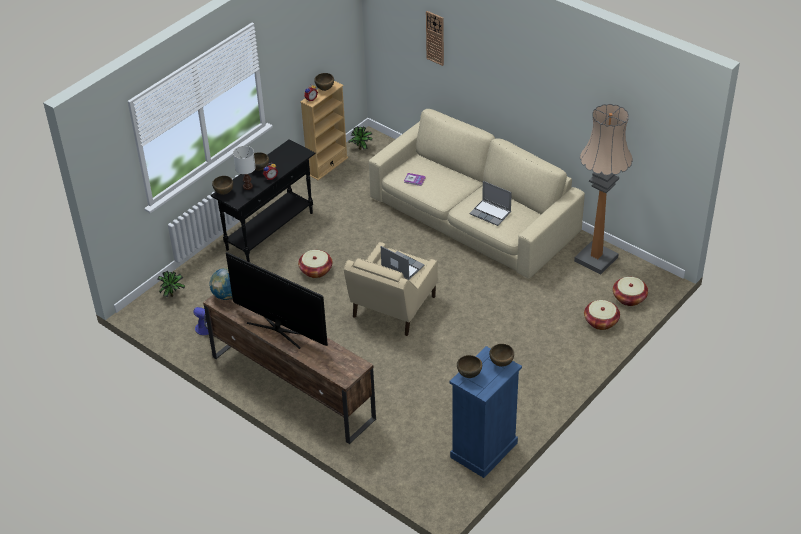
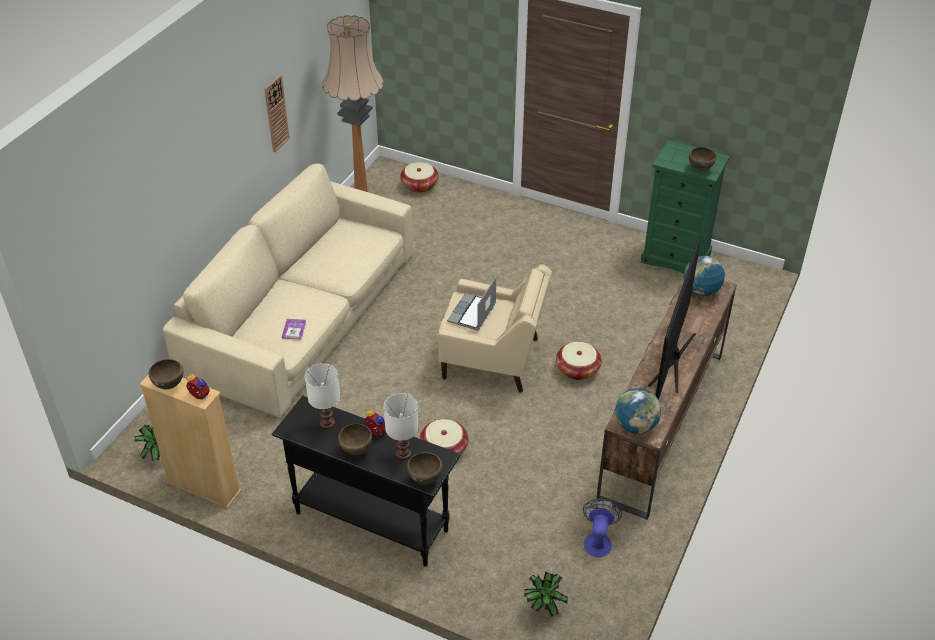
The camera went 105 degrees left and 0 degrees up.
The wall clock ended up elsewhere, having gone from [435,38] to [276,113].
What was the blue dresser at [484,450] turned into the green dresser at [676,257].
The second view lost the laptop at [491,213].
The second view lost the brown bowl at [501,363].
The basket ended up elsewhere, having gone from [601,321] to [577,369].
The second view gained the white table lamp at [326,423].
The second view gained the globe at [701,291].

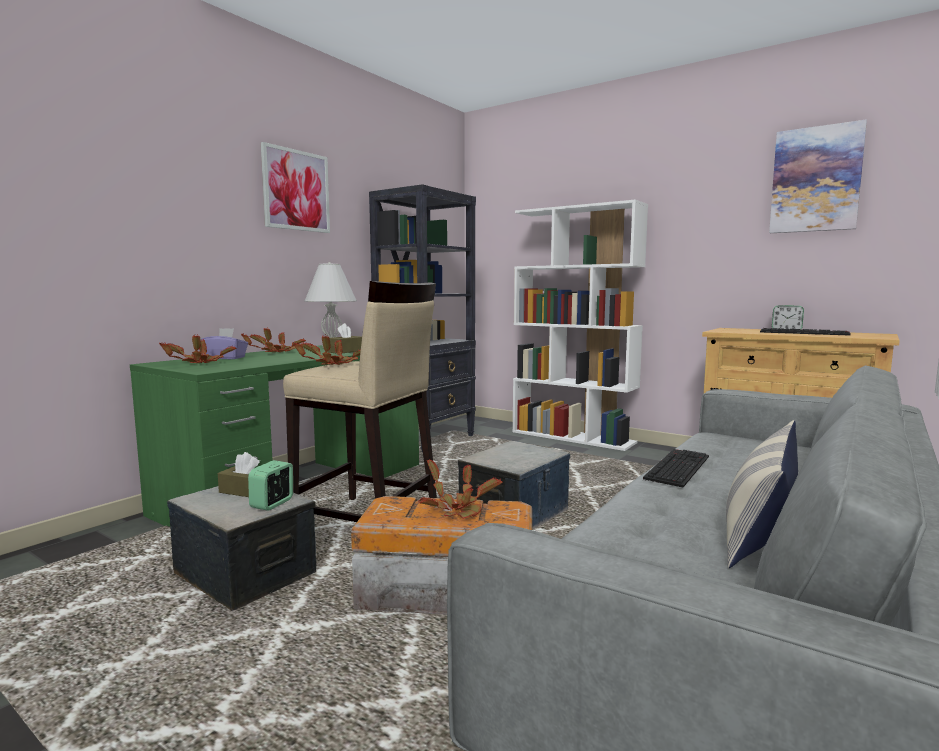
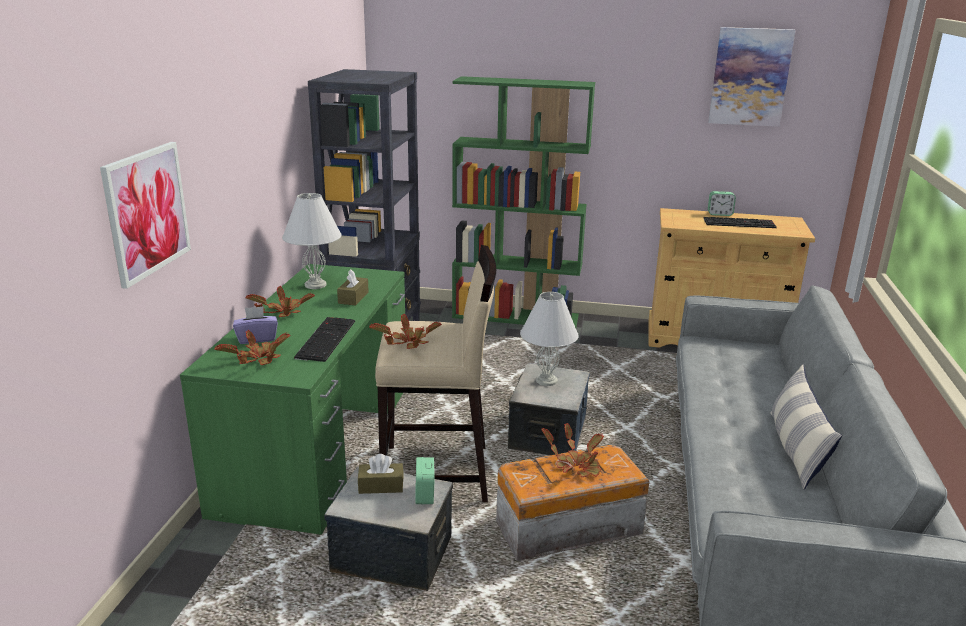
The camera went 25 degrees left and 15 degrees up.
The picture ended up elsewhere, having gone from [296,190] to [147,212].
What was the white bookcase at [573,437] turned into the green bookcase at [516,316].
The keyboard ended up elsewhere, having gone from [676,467] to [325,338].
The second view gained the white table lamp at [547,380].

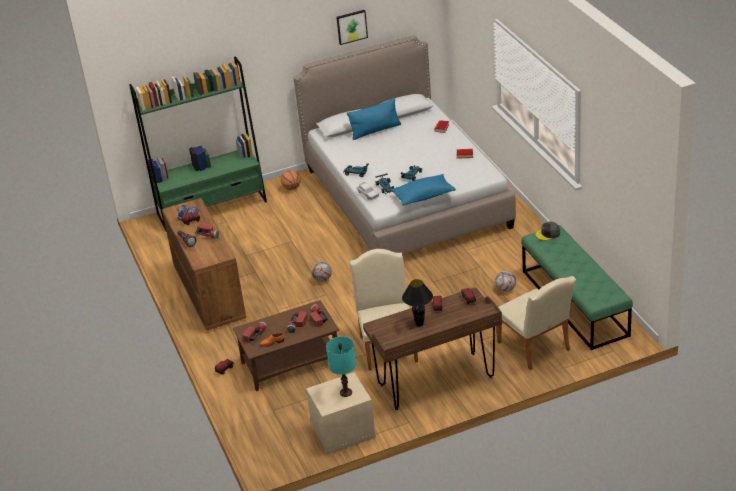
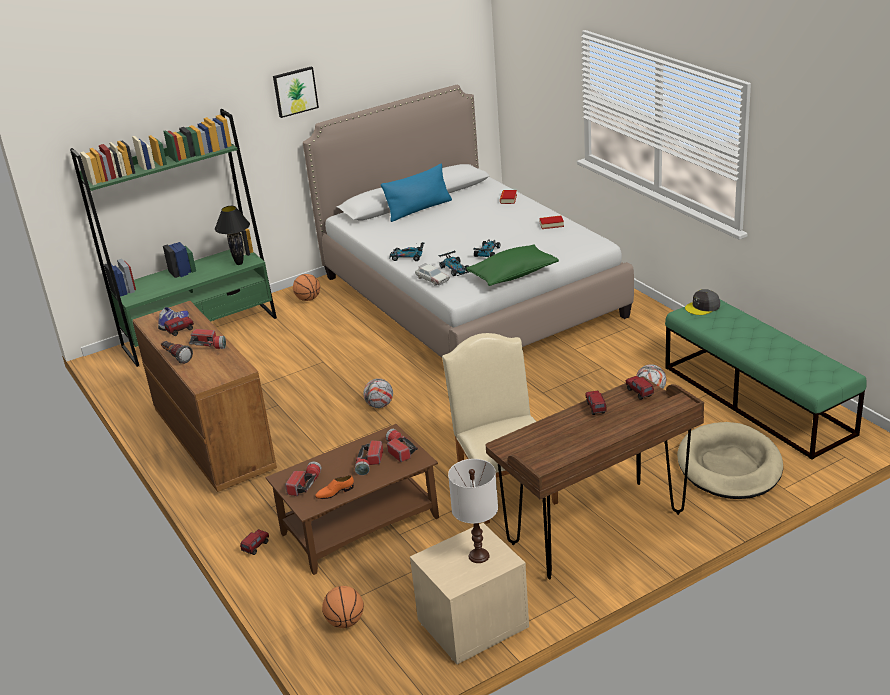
The camera went 10 degrees left and 5 degrees down.
What was the turquoise table lamp at [346,392] turned into the white table lamp at [479,556].
The picture ended up elsewhere, having gone from [351,26] to [295,91].
What was the blue pillow at [423,196] turned into the green pillow at [513,275].
The black table lamp ended up elsewhere, having gone from [420,324] to [239,263].
Where the beige chair stood at [536,348], the beige dog bed came to stand at [729,466].
The second view gained the basketball at [345,622].

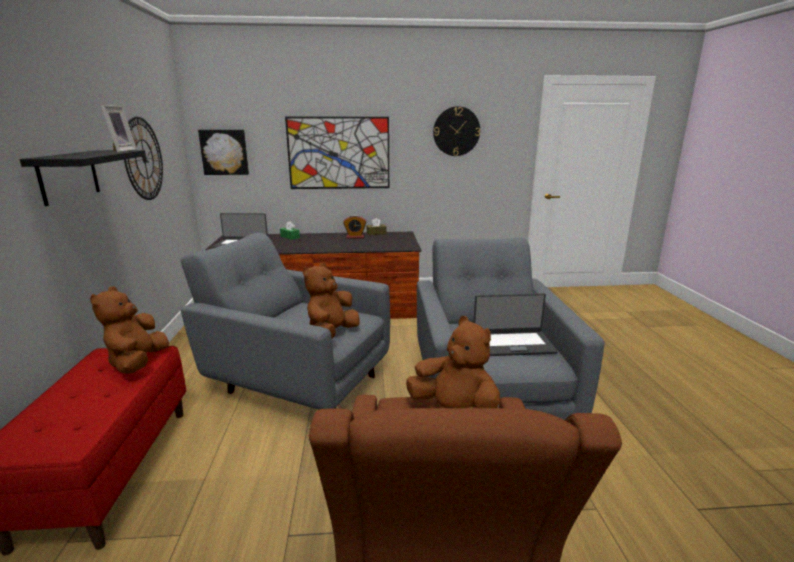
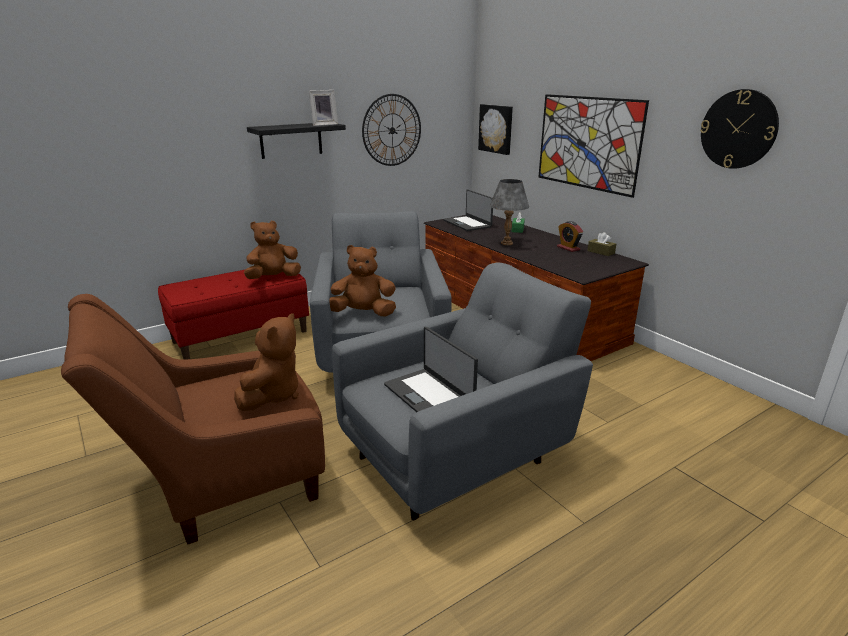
The camera went 60 degrees right and 5 degrees up.
The second view gained the grey table lamp at [507,243].

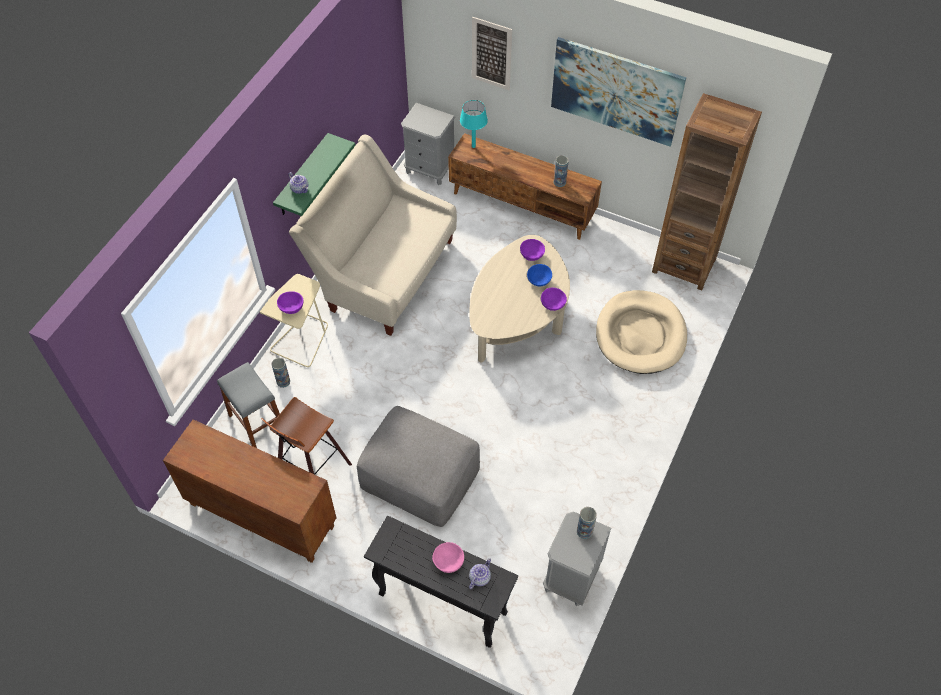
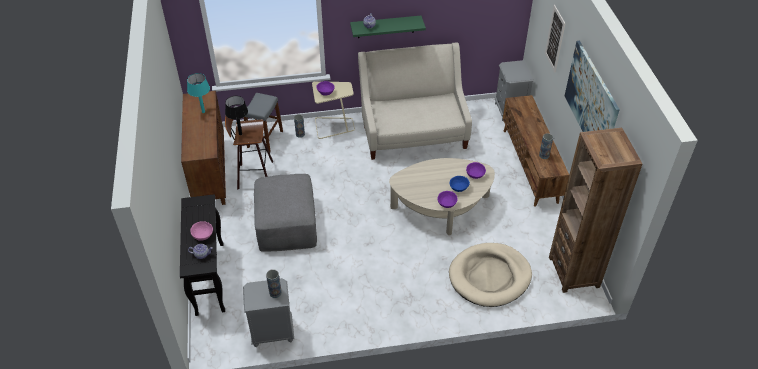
The camera went 55 degrees right and 10 degrees down.
The turquoise table lamp ended up elsewhere, having gone from [473,146] to [203,112].
The second view gained the black table lamp at [240,134].

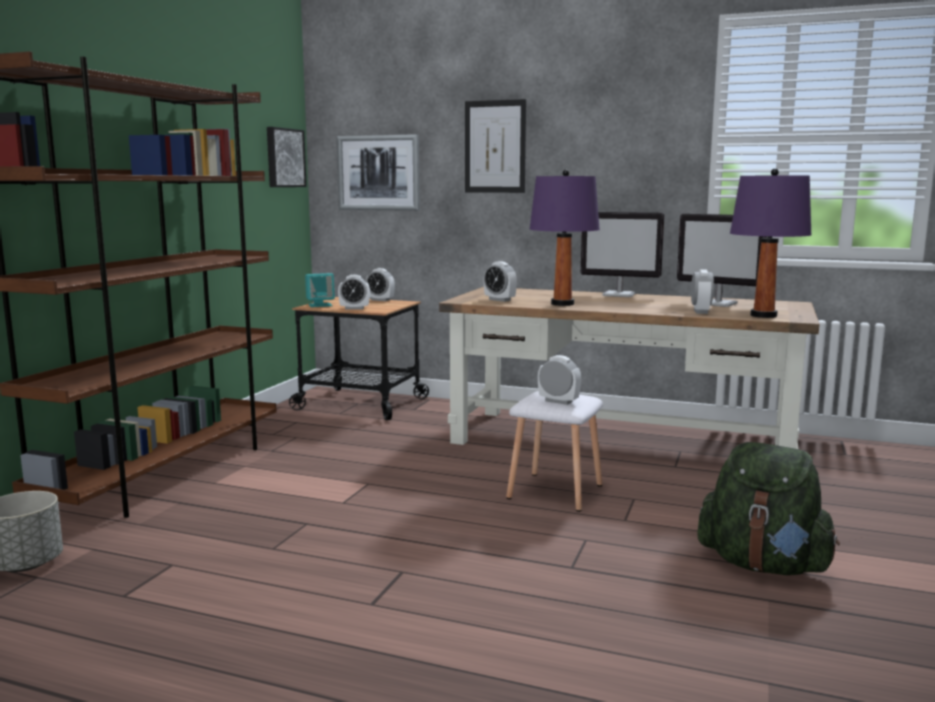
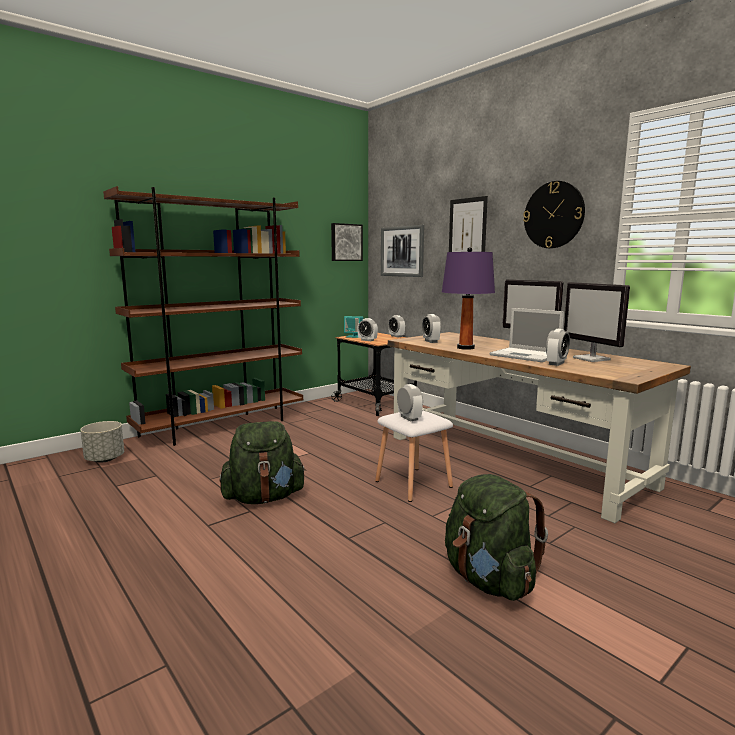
The camera went 30 degrees right and 0 degrees up.
The second view lost the purple table lamp at [763,315].
The second view gained the green backpack at [264,498].
The second view gained the laptop at [526,355].
The second view gained the wall clock at [553,215].

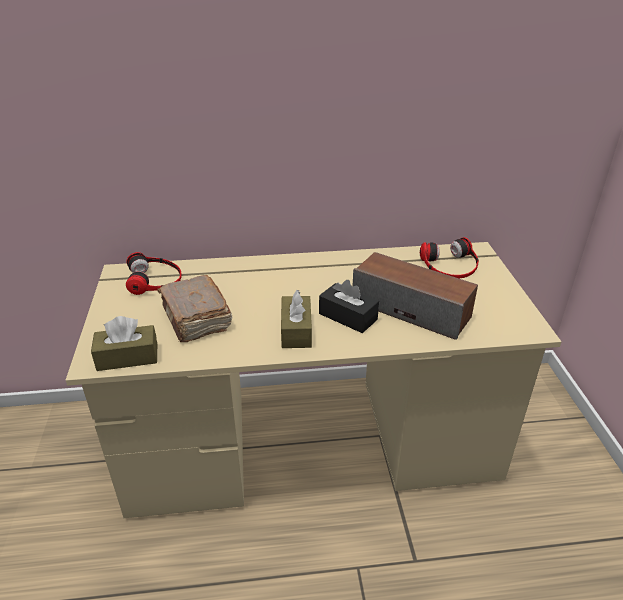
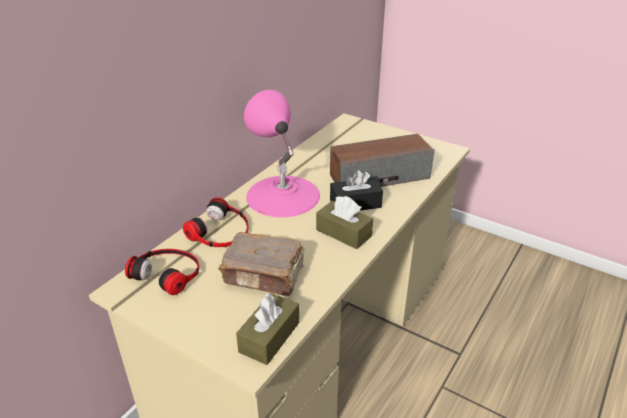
The camera went 50 degrees left and 0 degrees up.
The headphones ended up elsewhere, having gone from [450,265] to [220,231].
The second view gained the pink table lamp at [282,195].

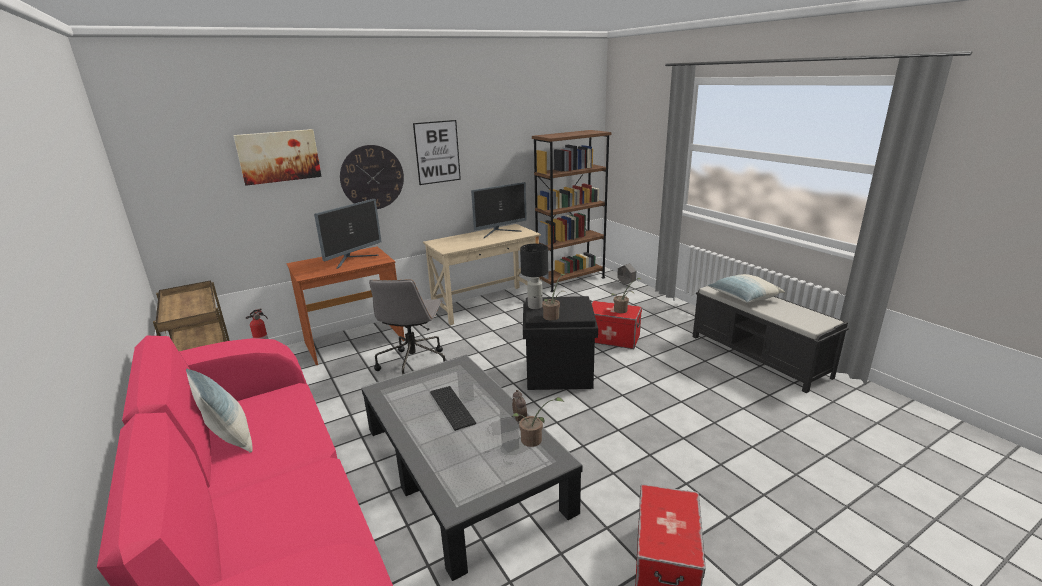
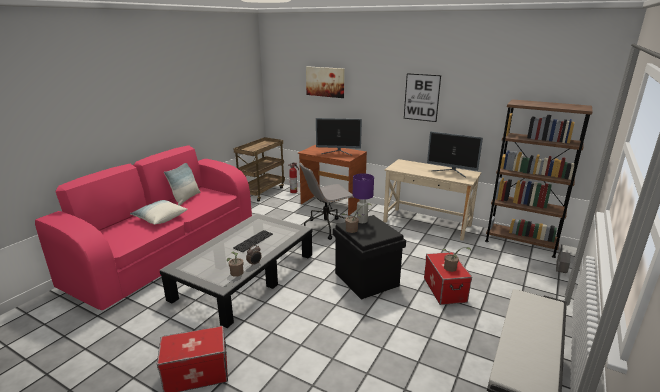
The camera went 60 degrees right and 0 degrees up.
The second view lost the wall clock at [372,177].
What was the black table lamp at [535,306] turned into the purple table lamp at [362,221].
The pillow ended up elsewhere, having gone from [743,297] to [160,218].

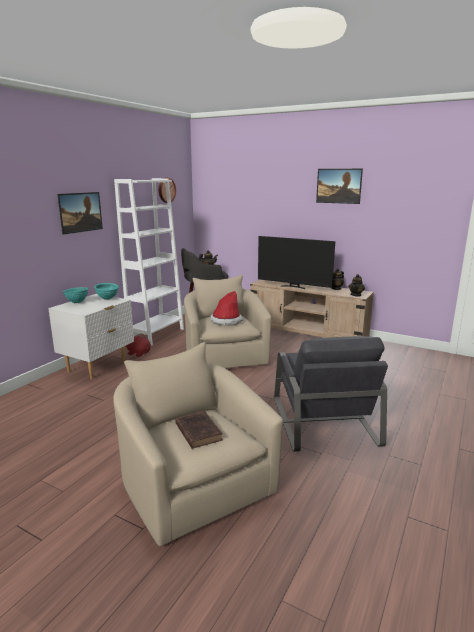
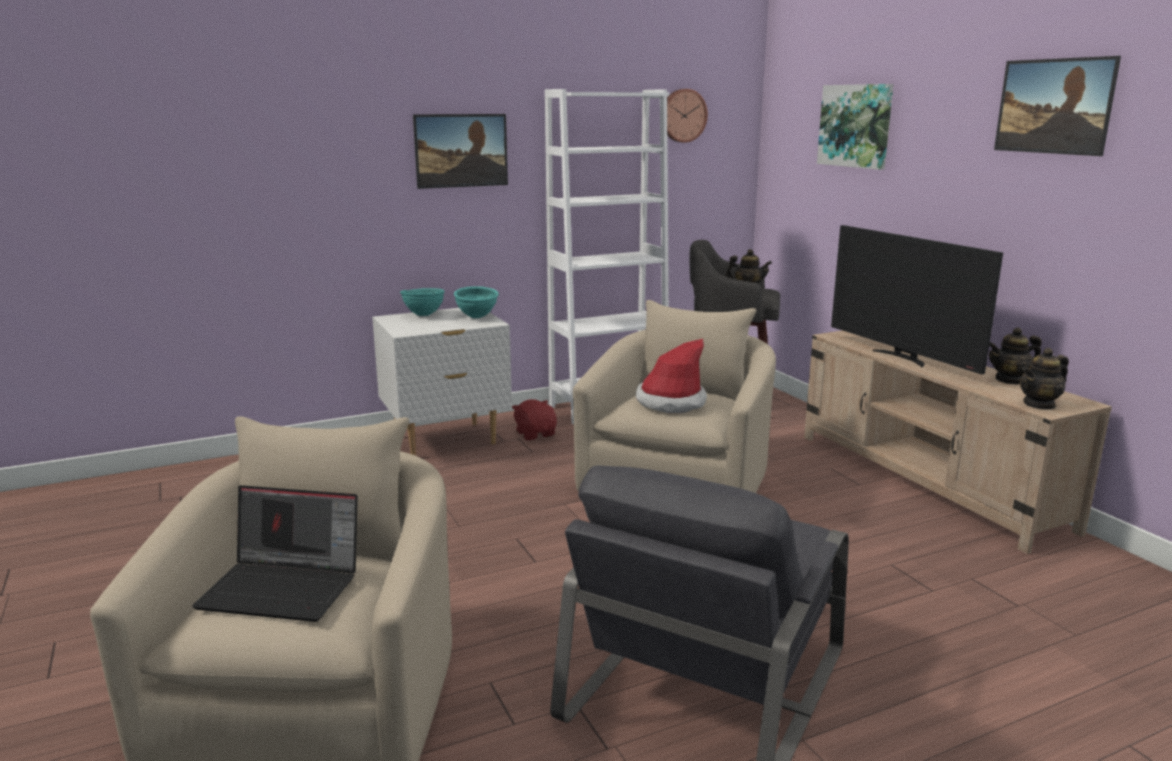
The camera went 35 degrees right and 0 degrees up.
Where the brown book stood at [198,431], the laptop came to stand at [285,587].
The second view gained the picture at [856,126].

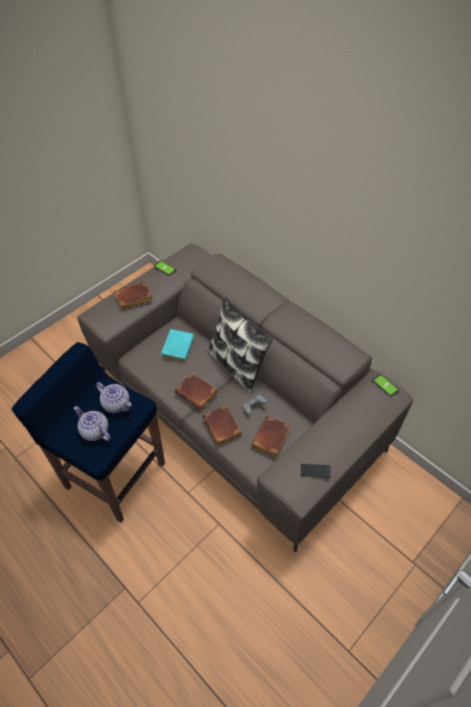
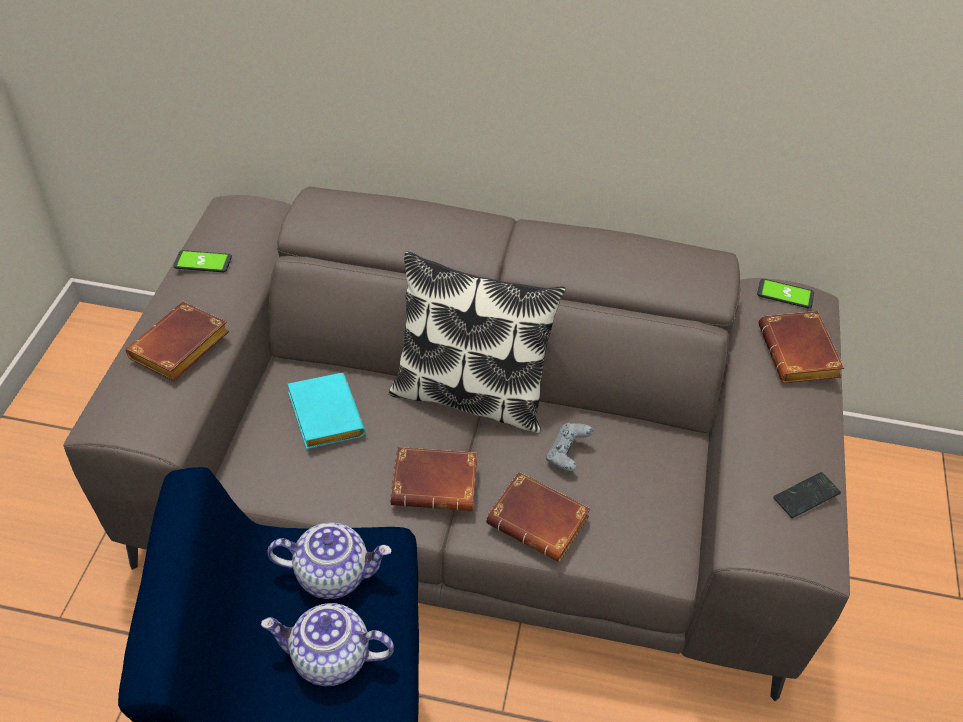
The camera went 35 degrees left and 5 degrees down.
The brown book ended up elsewhere, having gone from [272,439] to [801,355].

